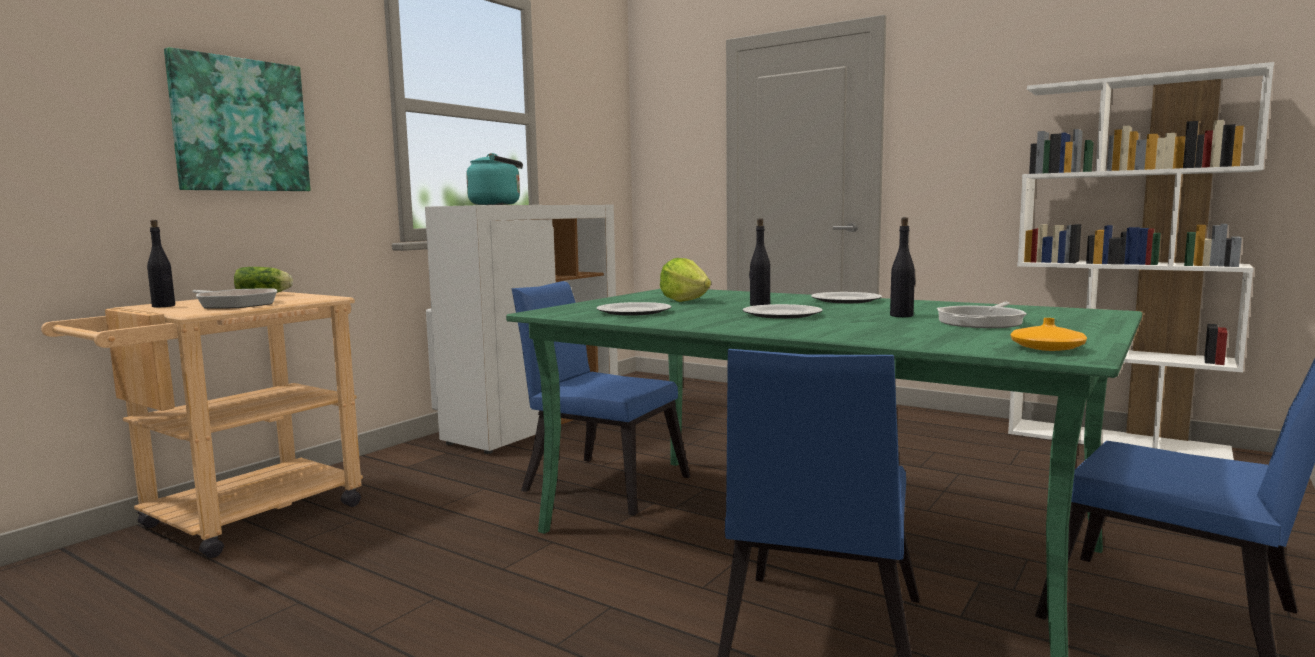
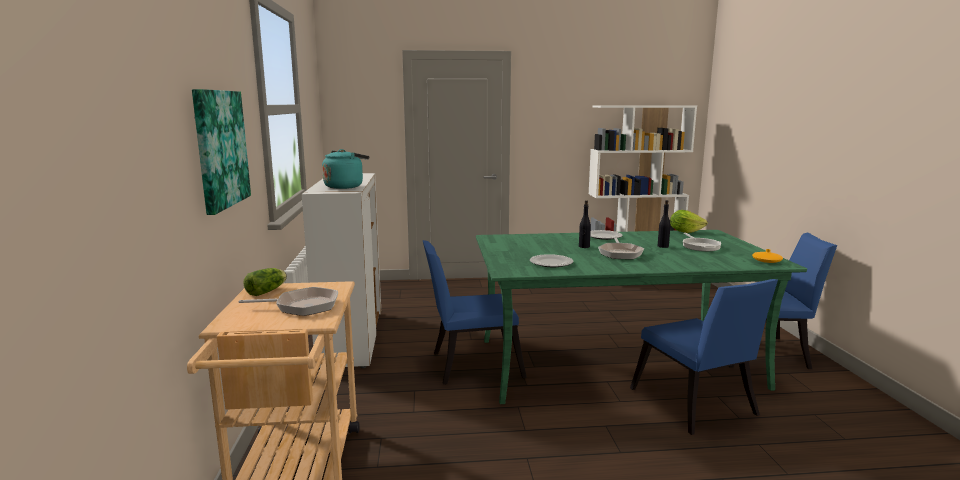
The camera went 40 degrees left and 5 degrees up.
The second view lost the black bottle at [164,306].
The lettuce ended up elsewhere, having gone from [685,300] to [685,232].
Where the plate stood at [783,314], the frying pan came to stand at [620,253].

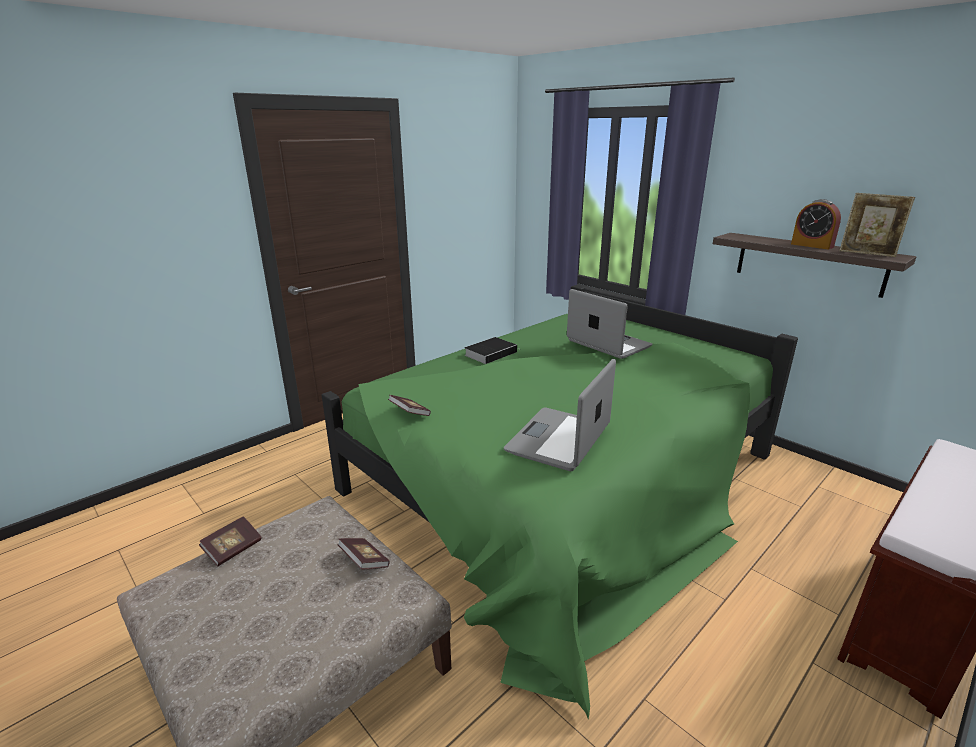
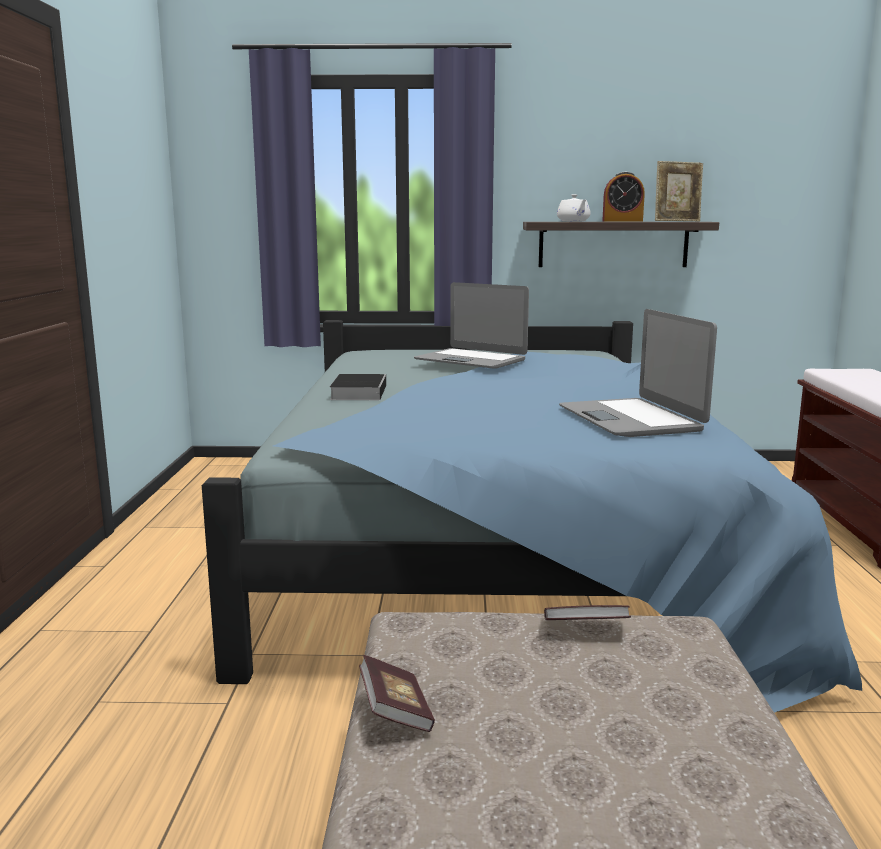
The camera went 45 degrees left and 10 degrees down.
What was the green bed at [565,482] turned into the blue bed at [499,550].
The second view lost the book at [409,413].
The laptop at [608,344] ended up facing another way, 150 degrees counterclockwise from before.
The second view gained the white teapot at [573,221].

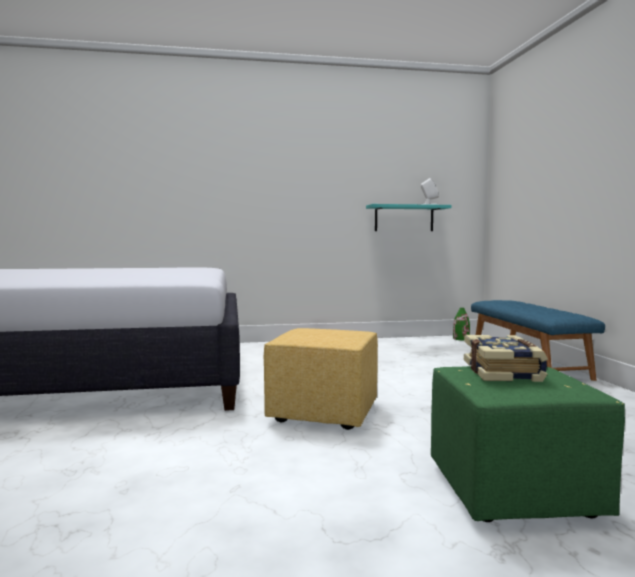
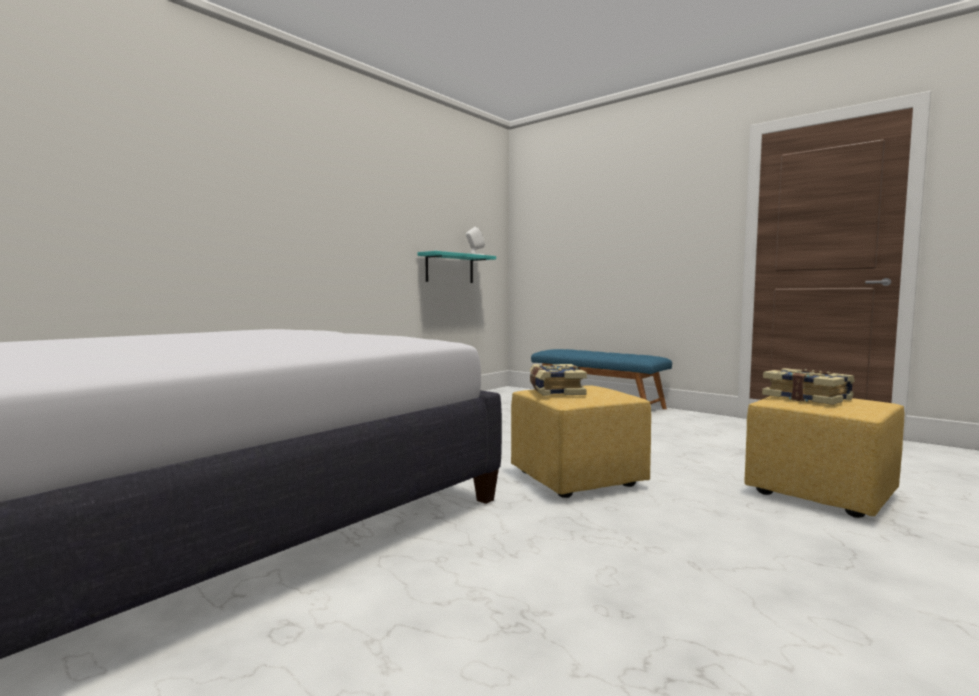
The camera went 40 degrees left and 0 degrees up.
What was the green ottoman at [516,493] turned into the yellow ottoman at [821,494].
The second view lost the green vase at [461,338].
The second view gained the book at [555,391].

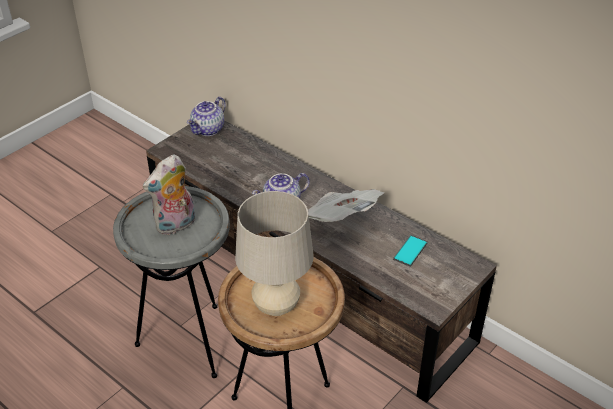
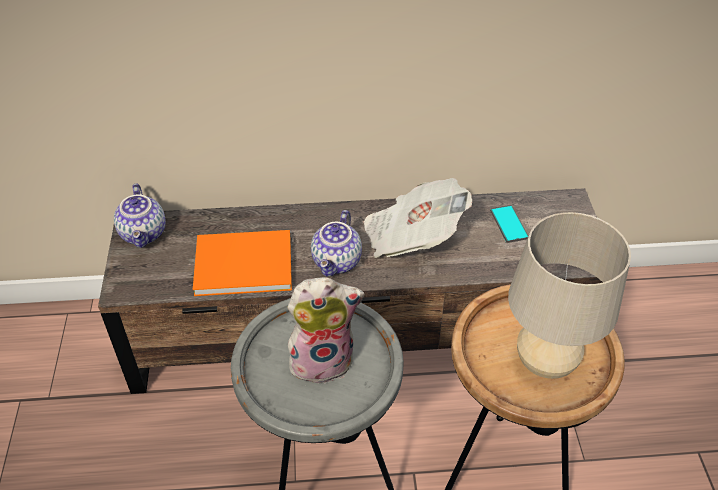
The camera went 45 degrees left and 5 degrees up.
The plush toy at [175,225] ended up facing another way, 105 degrees counterclockwise from before.
The second view gained the orange book at [240,263].

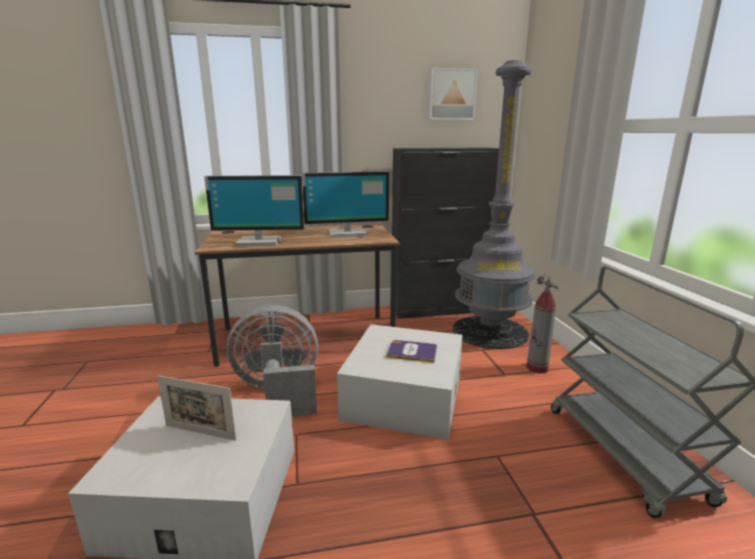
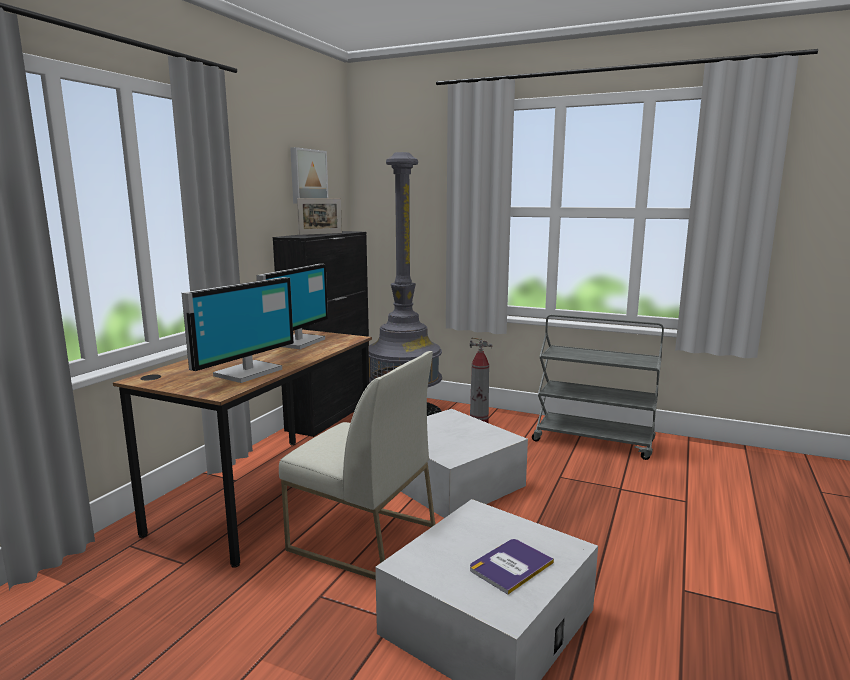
The camera went 55 degrees left and 5 degrees down.
The picture frame ended up elsewhere, having gone from [200,432] to [320,234].
Where the grey fan stood at [279,392], the white chair came to stand at [361,538].
The book ended up elsewhere, having gone from [412,352] to [510,566].

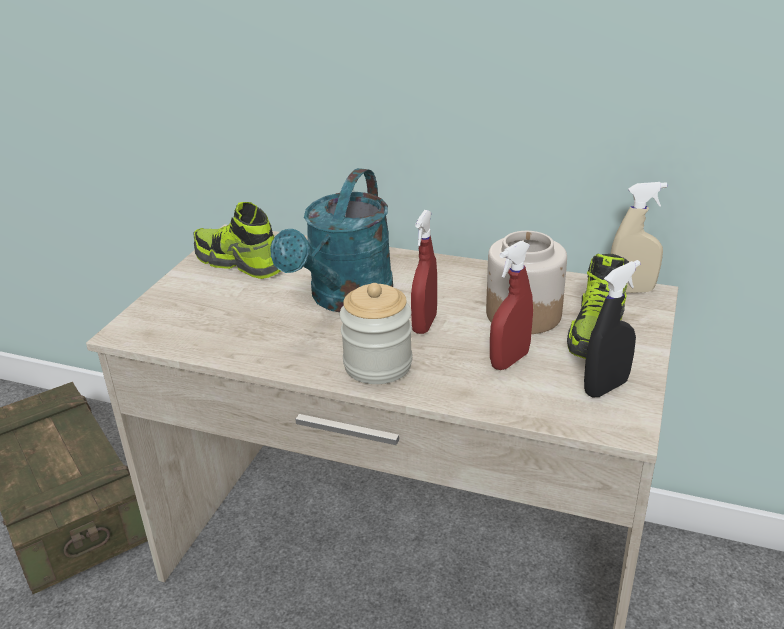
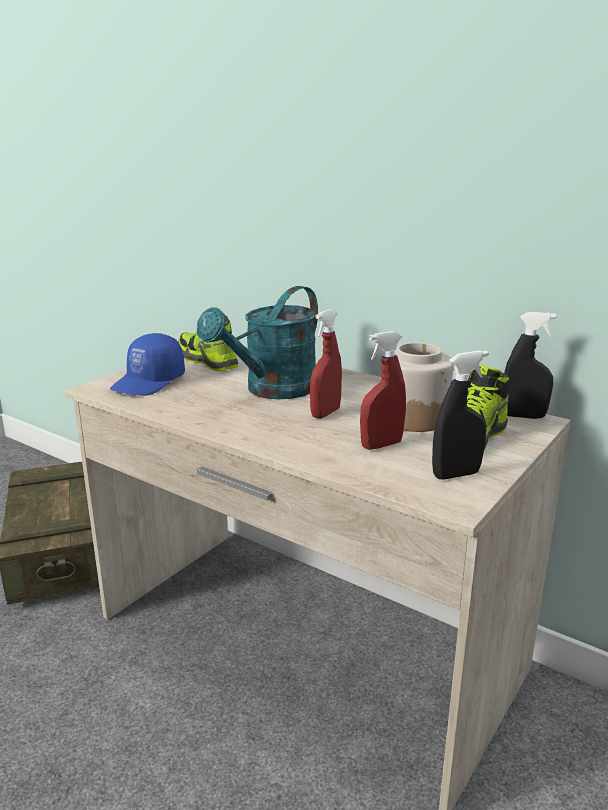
The camera went 15 degrees right and 10 degrees down.
The second view lost the jar at [378,365].
What was the beige spray bottle at [631,290] turned into the black spray bottle at [523,416].
The second view gained the blue cap at [149,382].

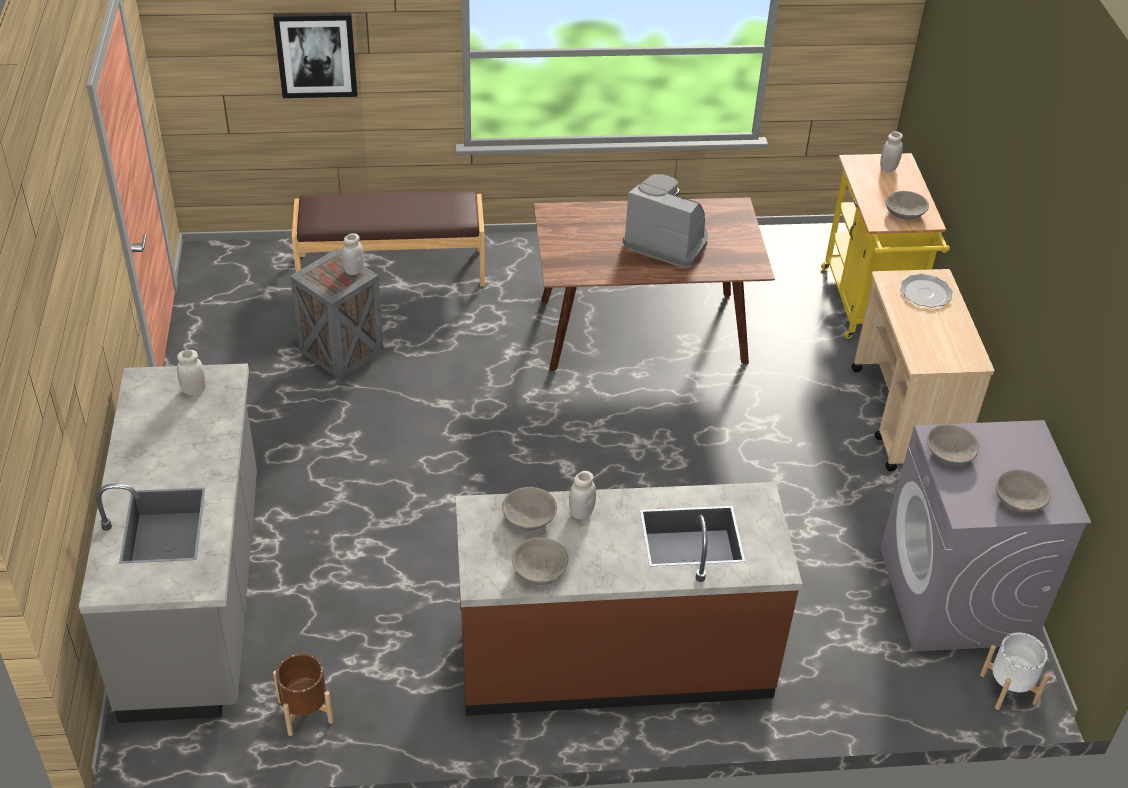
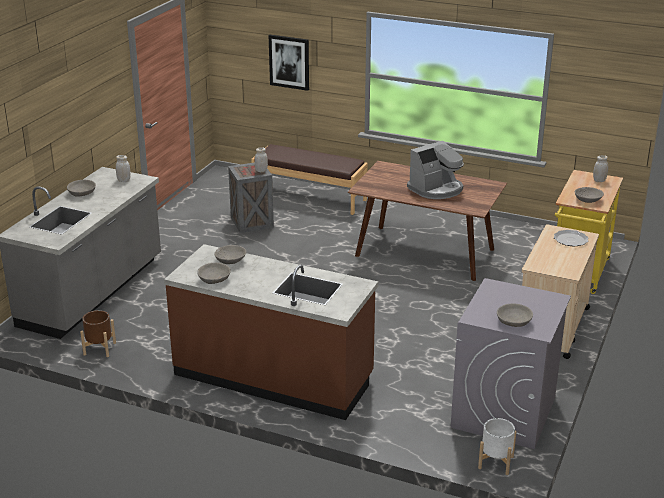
The camera went 30 degrees right and 15 degrees down.
The second view lost the white jar at [581,512].
The coffee machine at [667,241] ended up facing another way, 90 degrees clockwise from before.
The grey bowl ended up elsewhere, having gone from [949,453] to [82,193].

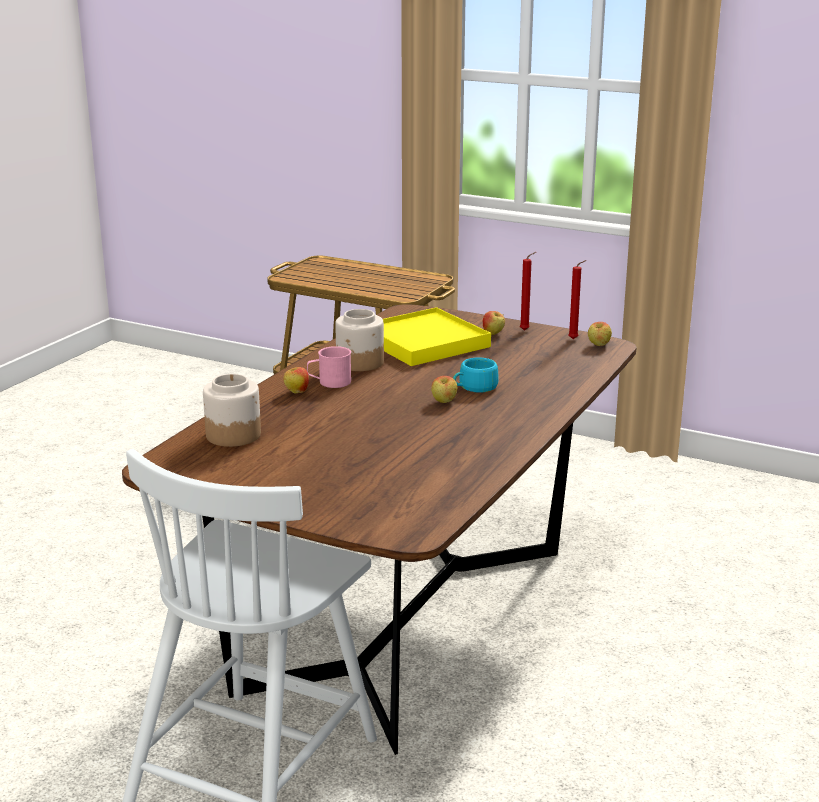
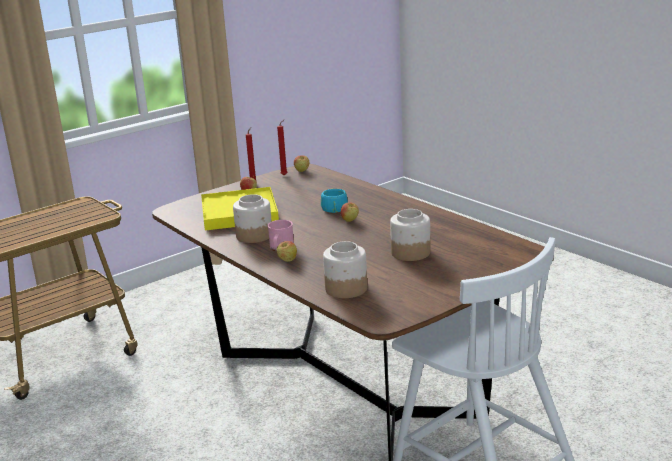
The camera went 65 degrees left and 0 degrees up.
The second view gained the jar at [410,253].

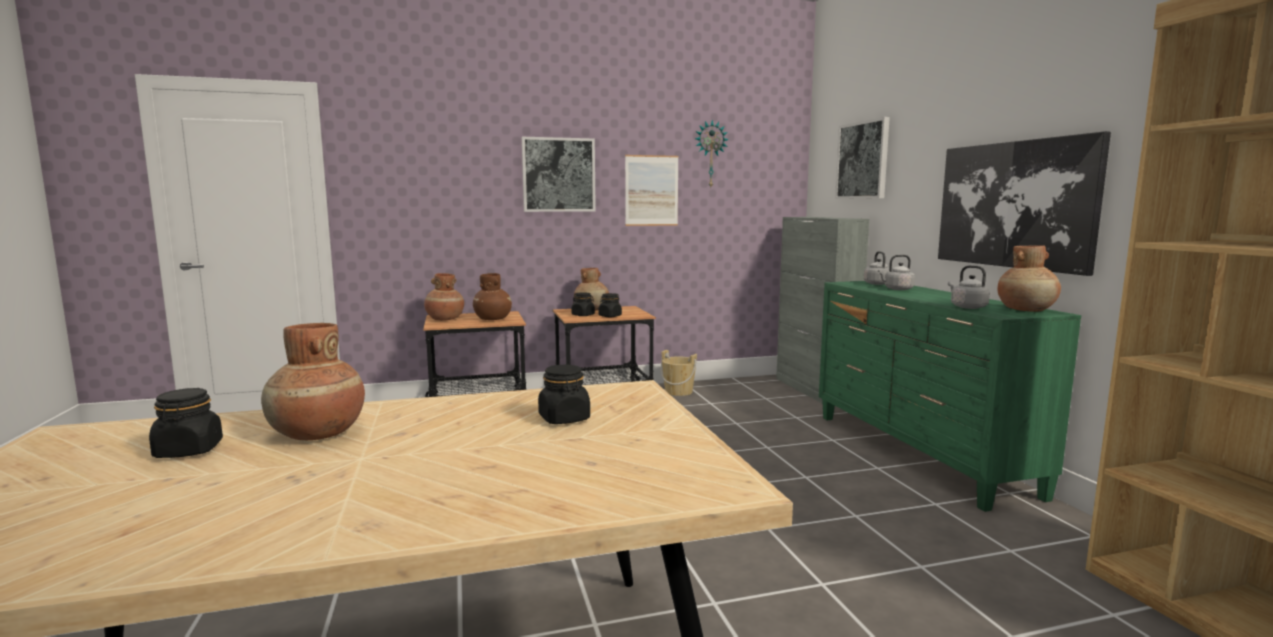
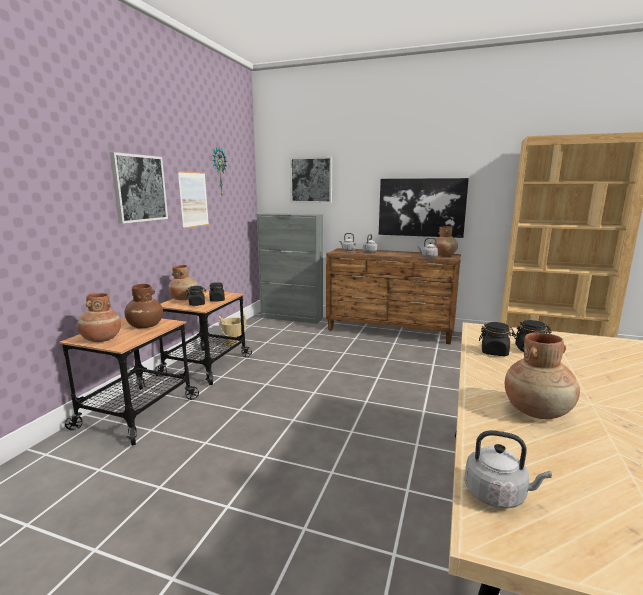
The camera went 55 degrees left and 5 degrees up.
The black jar ended up elsewhere, having gone from [189,451] to [494,352].
What was the green dresser at [918,453] turned into the brown dresser at [390,331].
The second view gained the grey kettle at [498,495].

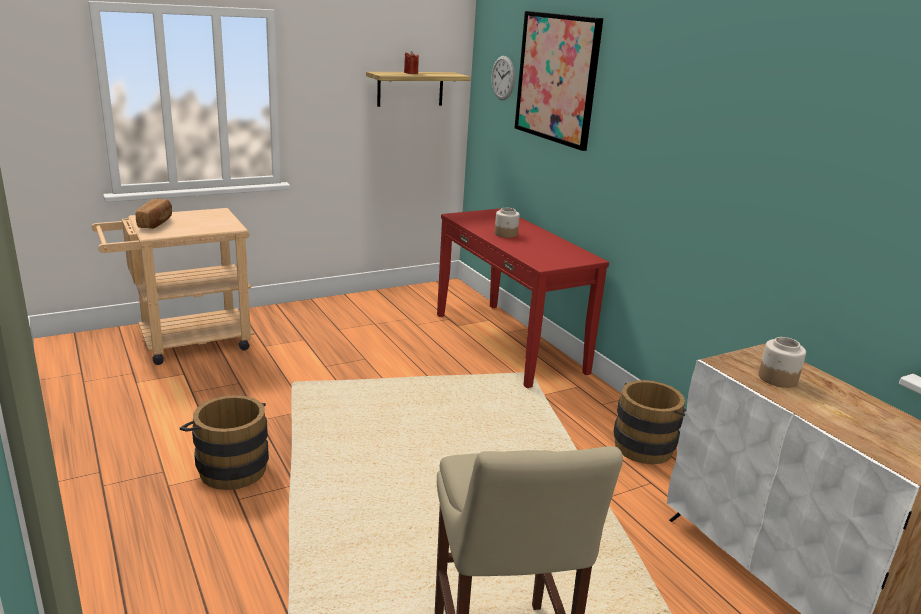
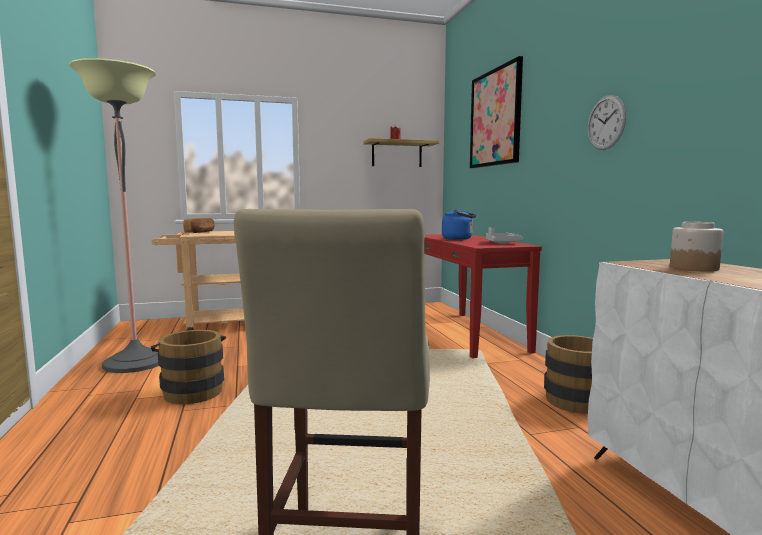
The camera went 15 degrees right and 15 degrees down.
The wall clock ended up elsewhere, having gone from [503,78] to [606,123].
Where the jar stood at [506,234], the blue kettle came to stand at [459,239].
The second view gained the floor lamp at [135,362].
The second view gained the grey tray at [501,243].

